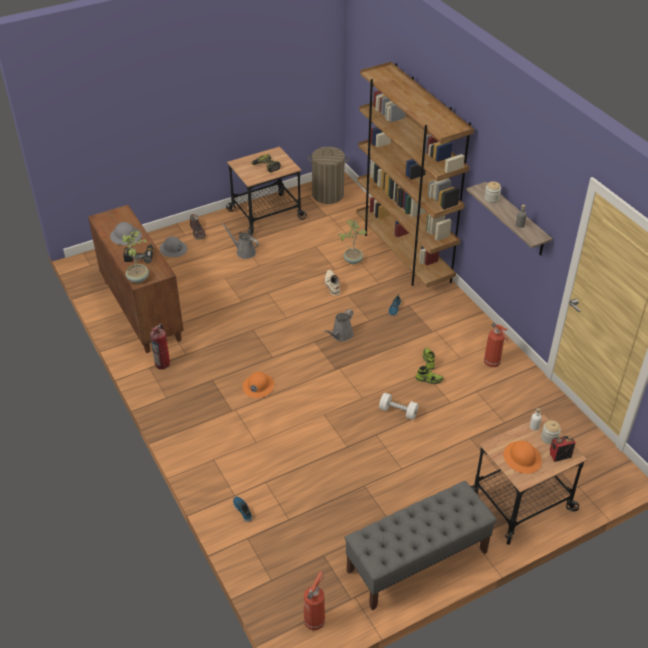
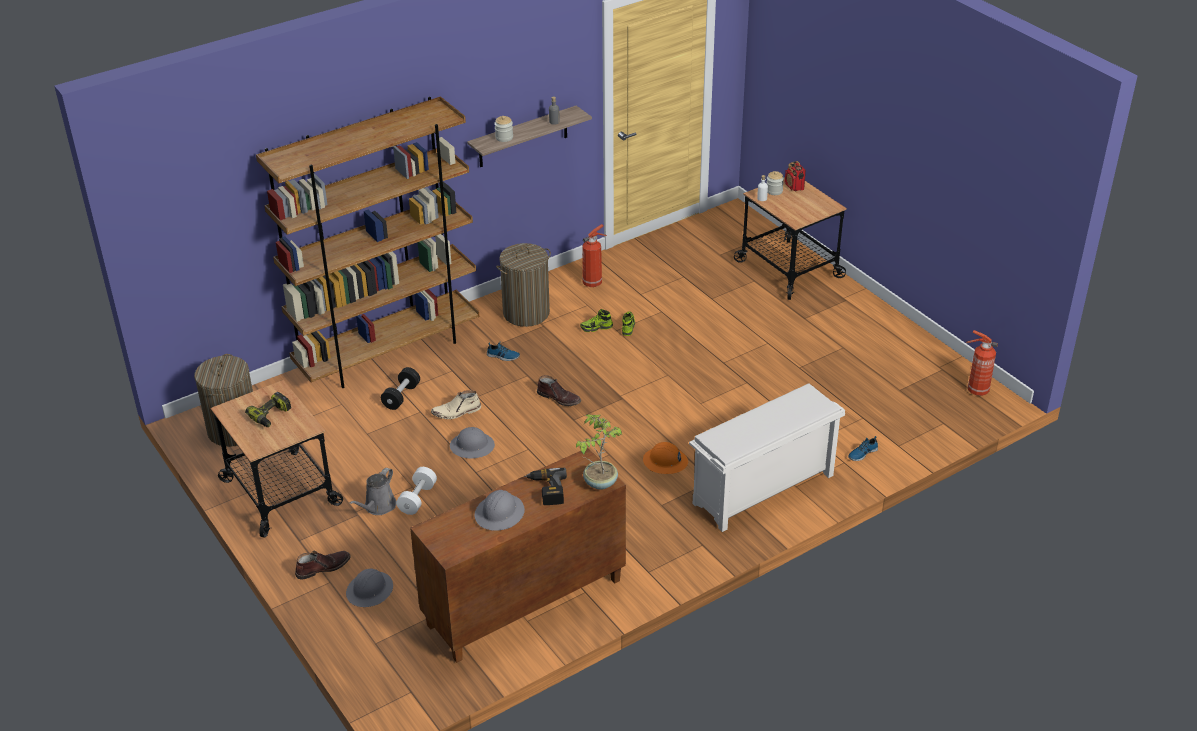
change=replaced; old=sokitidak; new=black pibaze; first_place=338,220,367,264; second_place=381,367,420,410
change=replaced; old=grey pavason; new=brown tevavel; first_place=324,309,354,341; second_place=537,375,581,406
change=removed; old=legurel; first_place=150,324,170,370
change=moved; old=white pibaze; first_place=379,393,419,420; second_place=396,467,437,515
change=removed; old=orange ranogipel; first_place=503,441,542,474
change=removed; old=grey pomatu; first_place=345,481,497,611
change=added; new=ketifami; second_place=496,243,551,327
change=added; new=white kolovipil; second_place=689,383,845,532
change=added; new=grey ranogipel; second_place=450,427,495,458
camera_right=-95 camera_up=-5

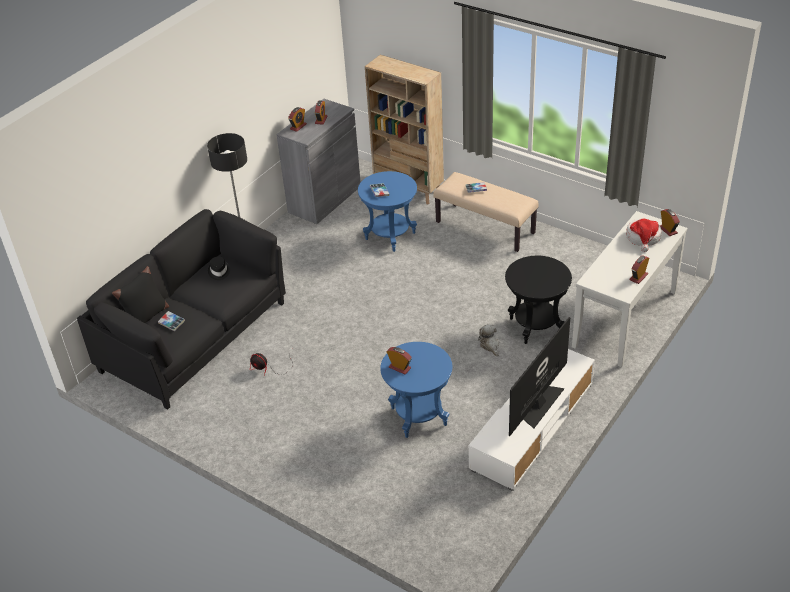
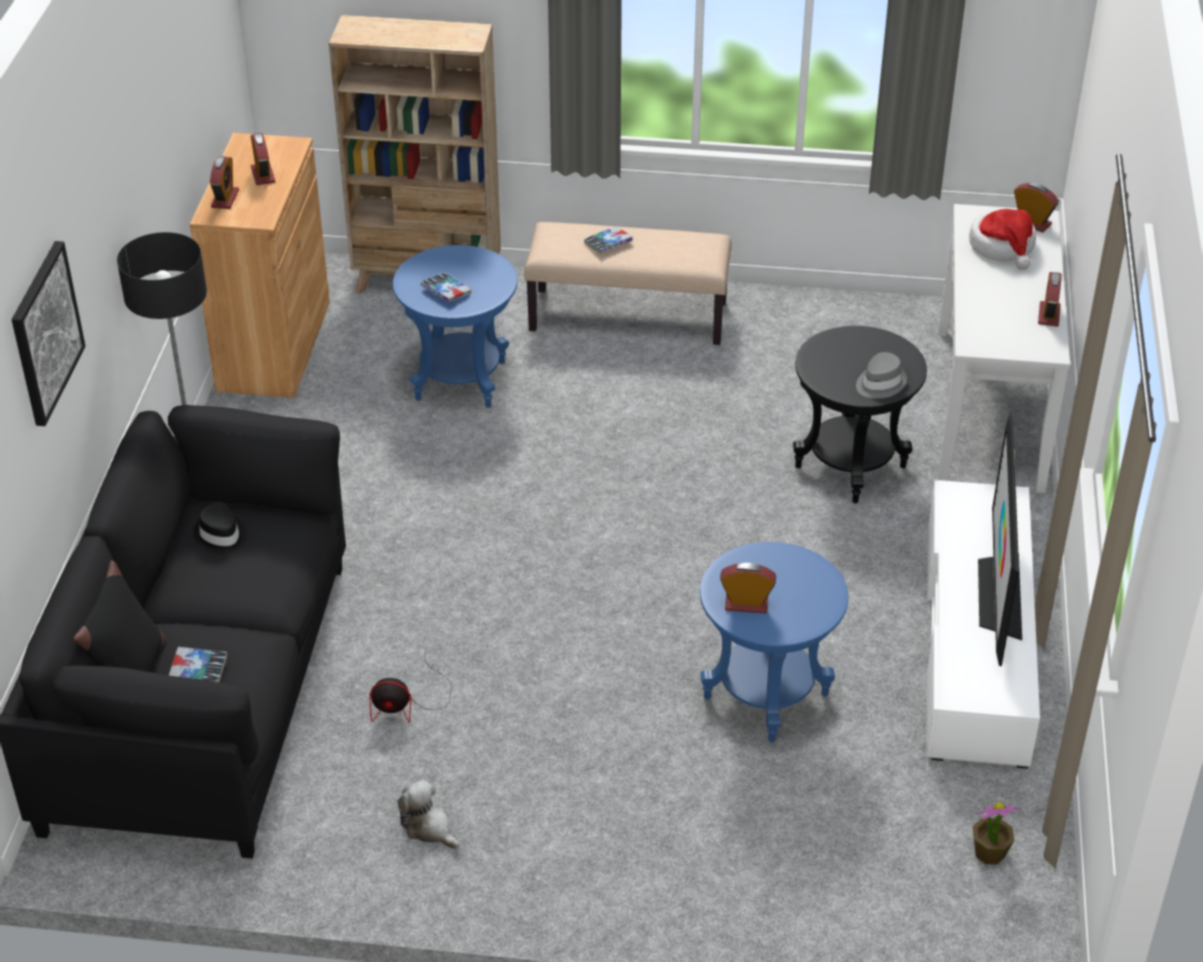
change=recoloured; old=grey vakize; new=brown vakize; first_place=277,99,361,224; second_place=190,133,330,398
change=moved; old=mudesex; first_place=478,324,499,356; second_place=397,780,459,849
change=added; new=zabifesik; second_place=12,241,85,426
change=added; new=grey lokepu; second_place=856,352,907,399
change=added; new=sokitidak; second_place=972,802,1021,864
camera_right=-30 camera_up=0

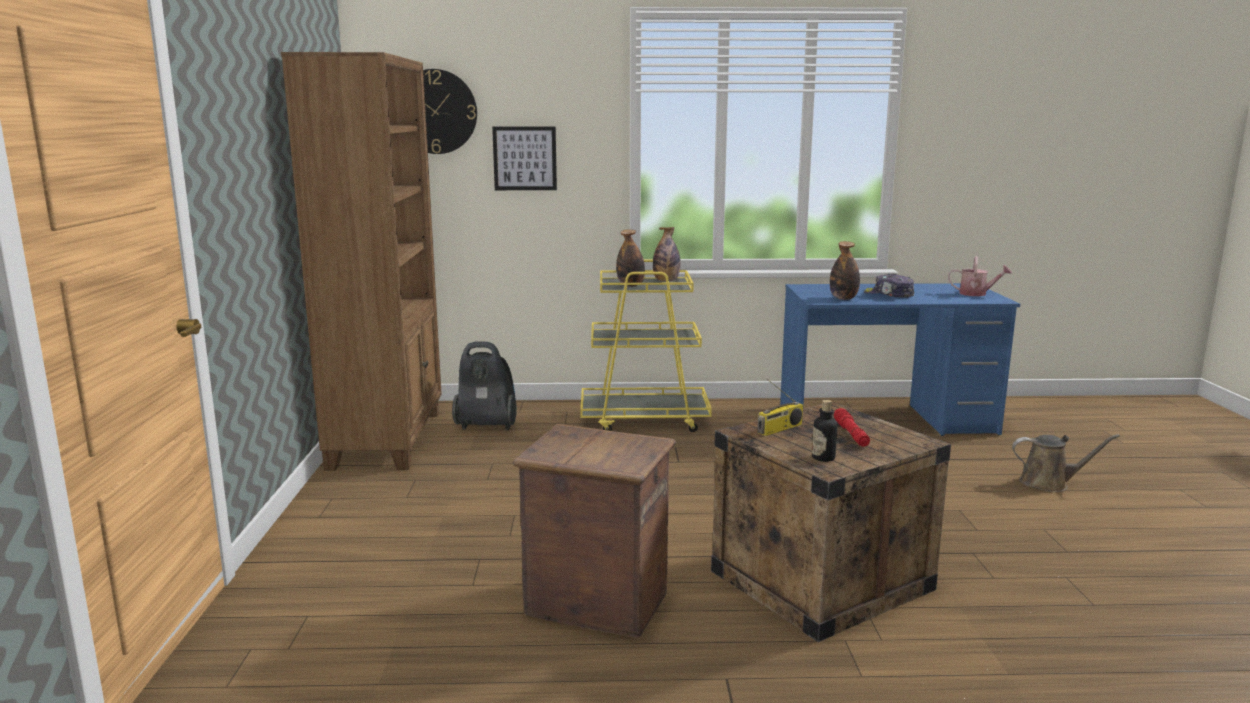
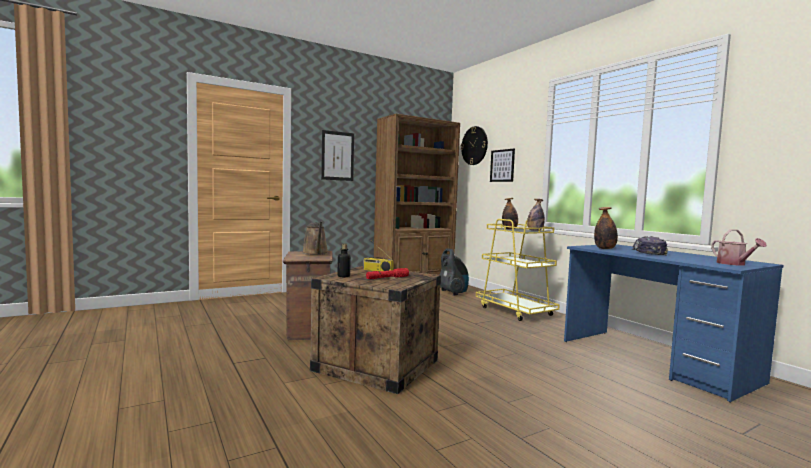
change=moved; old=brown pavason; first_place=1012,434,1120,492; second_place=302,222,329,255
change=added; new=zabifesik; second_place=321,130,354,181
camera_right=60 camera_up=-10

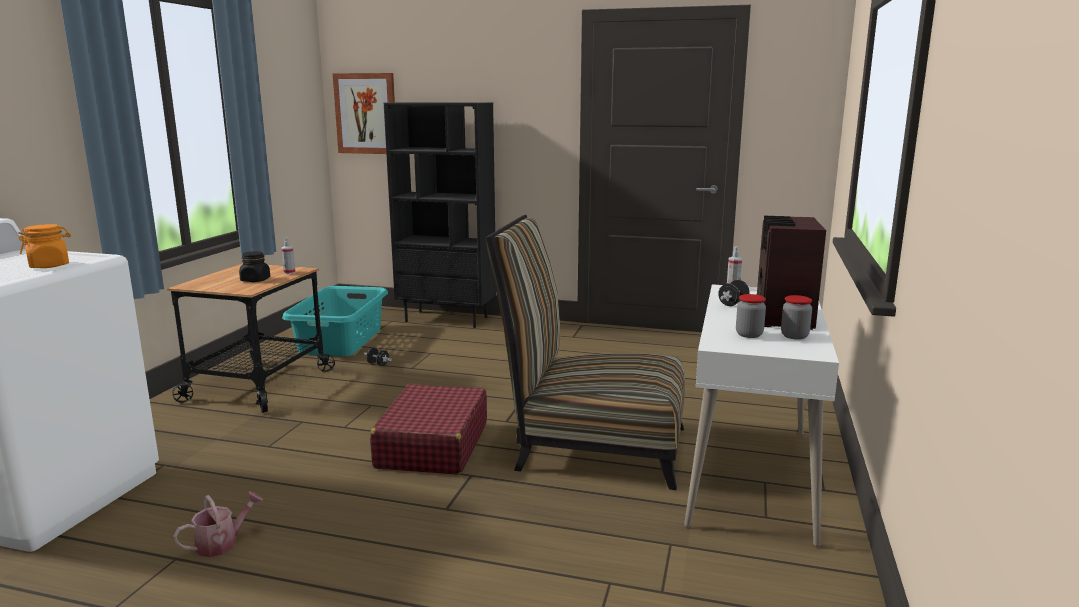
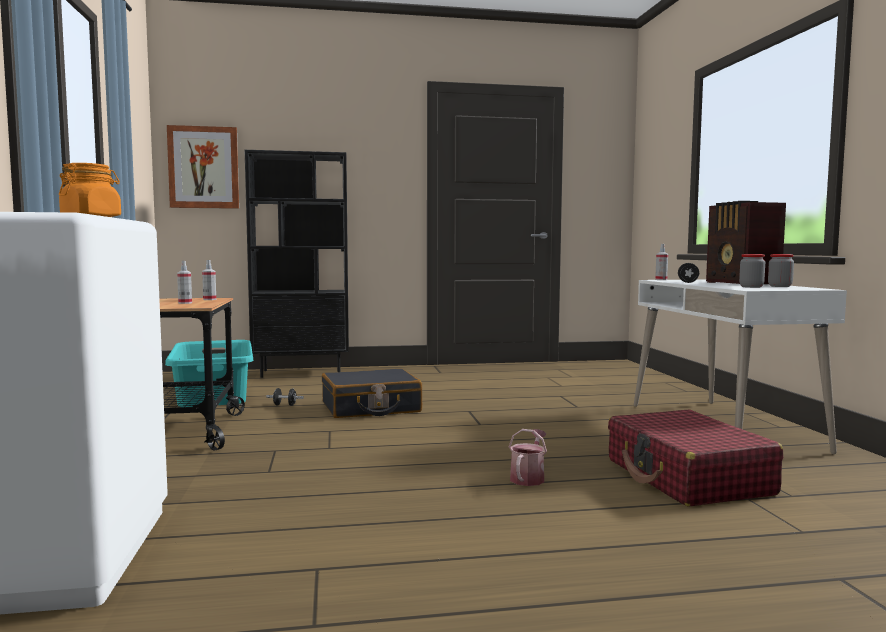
change=removed; old=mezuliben; first_place=485,215,685,490
change=replaced; old=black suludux; new=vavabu; first_place=239,251,270,282; second_place=177,261,192,304
change=moved; old=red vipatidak; first_place=370,384,487,475; second_place=608,410,783,507
change=moved; old=pavason; first_place=173,491,263,558; second_place=509,429,547,486
change=added; new=black vipatidak; second_place=322,369,422,418
camera_right=-25 camera_up=-10

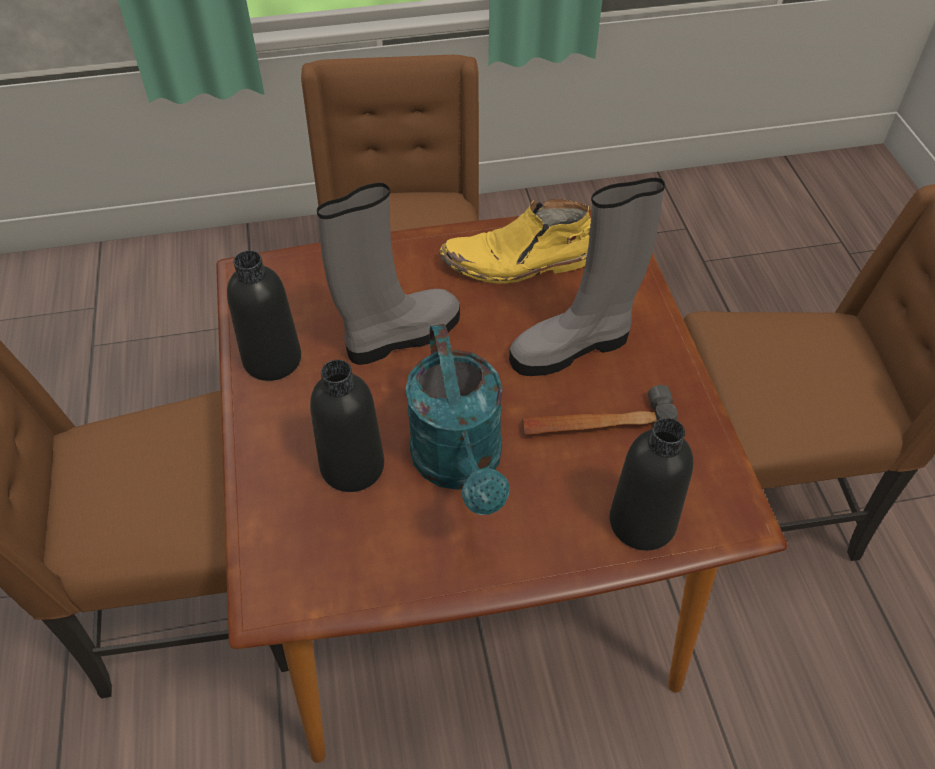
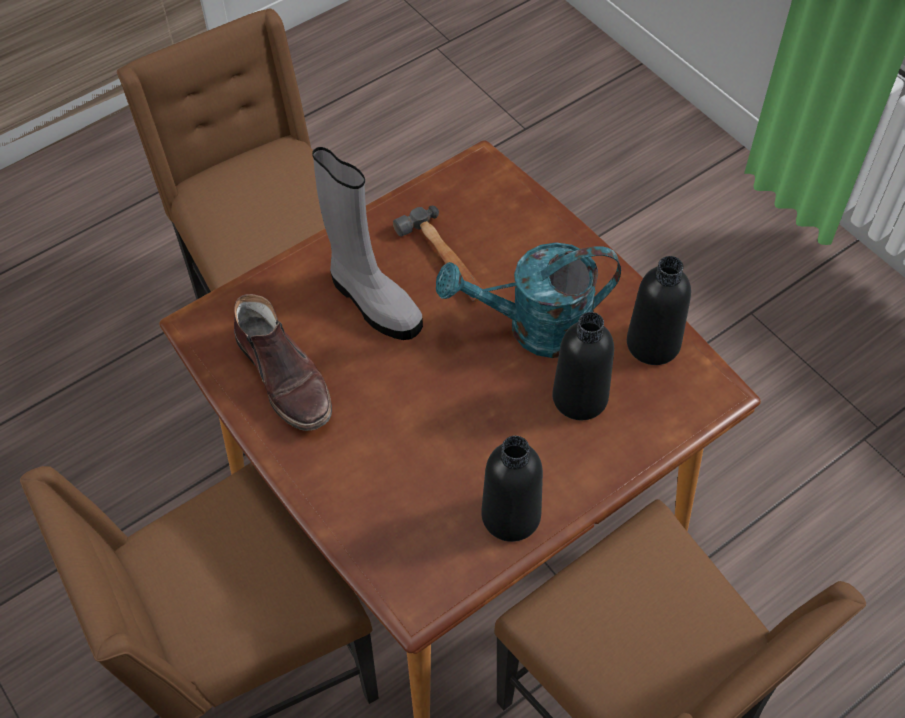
change=removed; old=grey tevavel; first_place=317,183,460,365
change=recoloured; old=yellow tevavel; new=brown tevavel; first_place=439,199,591,284; second_place=234,294,332,431
change=turned; old=turquoise pavason; first_place=405,324,510,515; second_place=436,242,621,358; degrees=-150
change=moved; old=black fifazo; first_place=609,418,693,551; second_place=627,256,691,365
camera_right=-115 camera_up=5

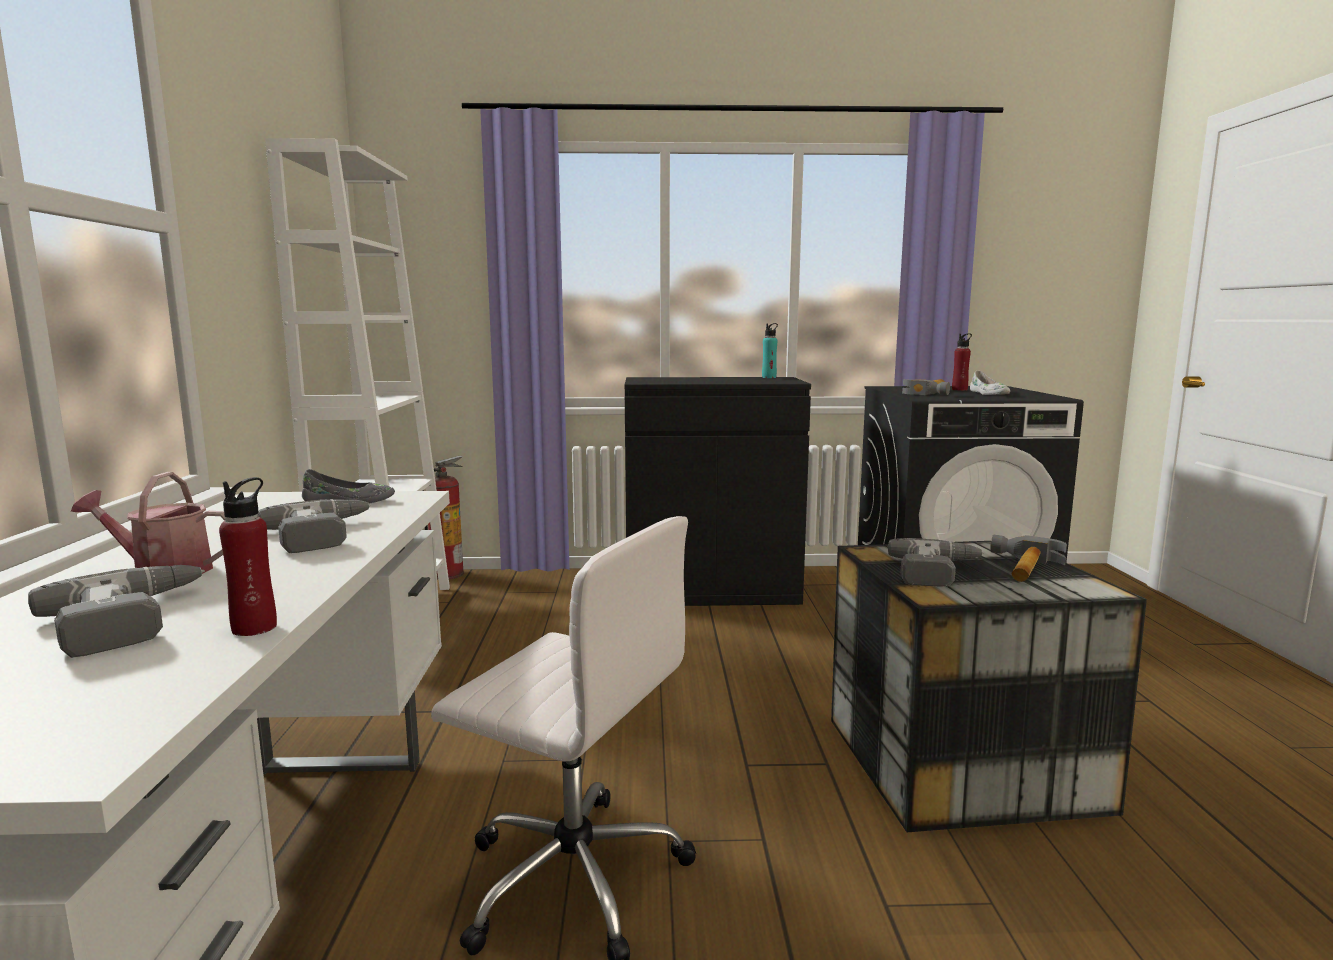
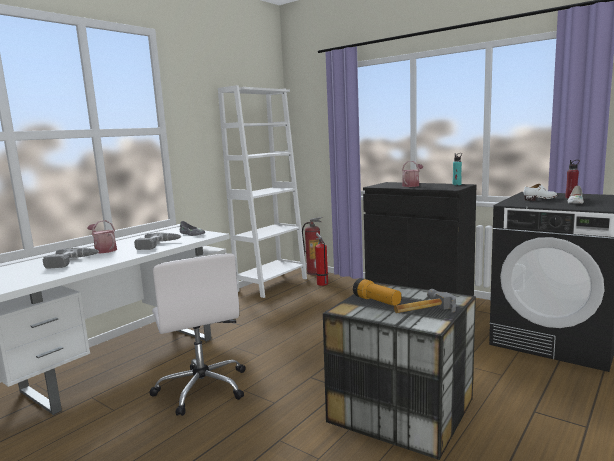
change=replaced; old=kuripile; new=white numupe; first_place=902,379,950,395; second_place=524,184,557,201
change=removed; old=red fifazo; first_place=219,477,277,636
change=replaced; old=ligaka; new=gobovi; first_place=888,538,984,586; second_place=353,278,401,306
change=added; new=pavason; second_place=402,161,423,187
change=added; new=legurel; second_place=315,233,328,286
camera_right=40 camera_up=0

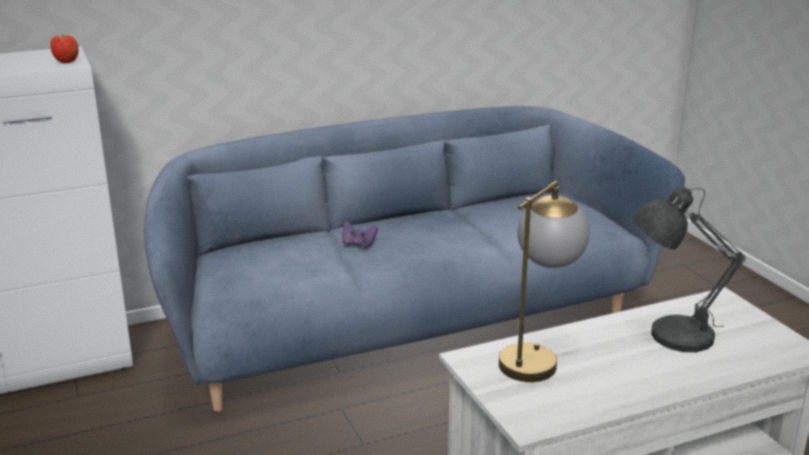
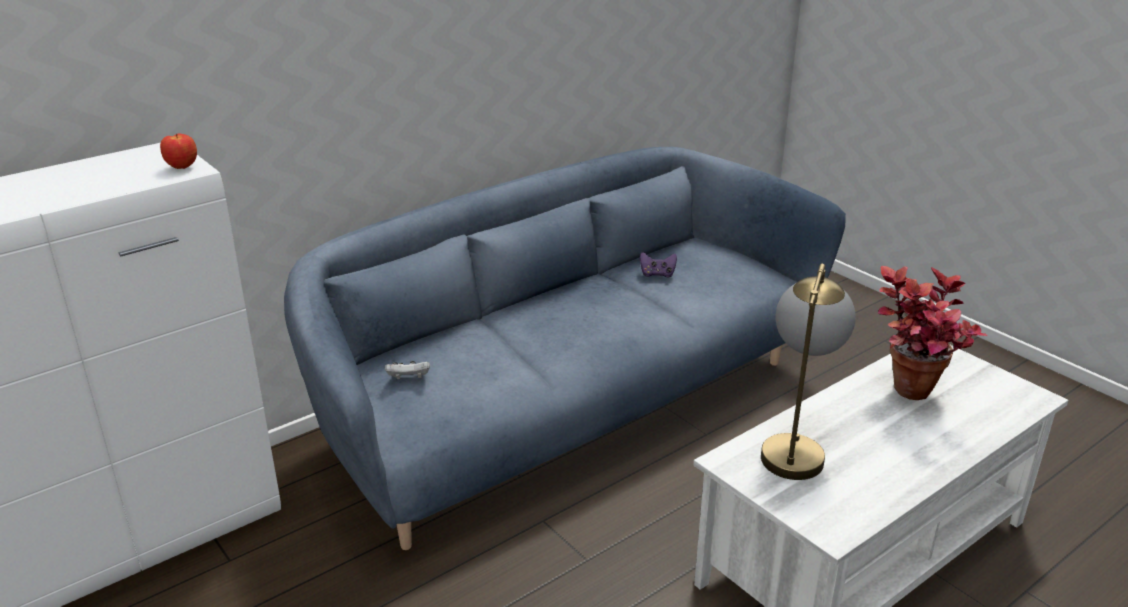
change=replaced; old=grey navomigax; new=sokitidak; first_place=633,188,746,352; second_place=877,266,987,400
change=moved; old=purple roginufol; first_place=342,221,378,248; second_place=640,252,677,277
change=added; new=white roginufol; second_place=385,361,430,379
camera_right=-15 camera_up=5

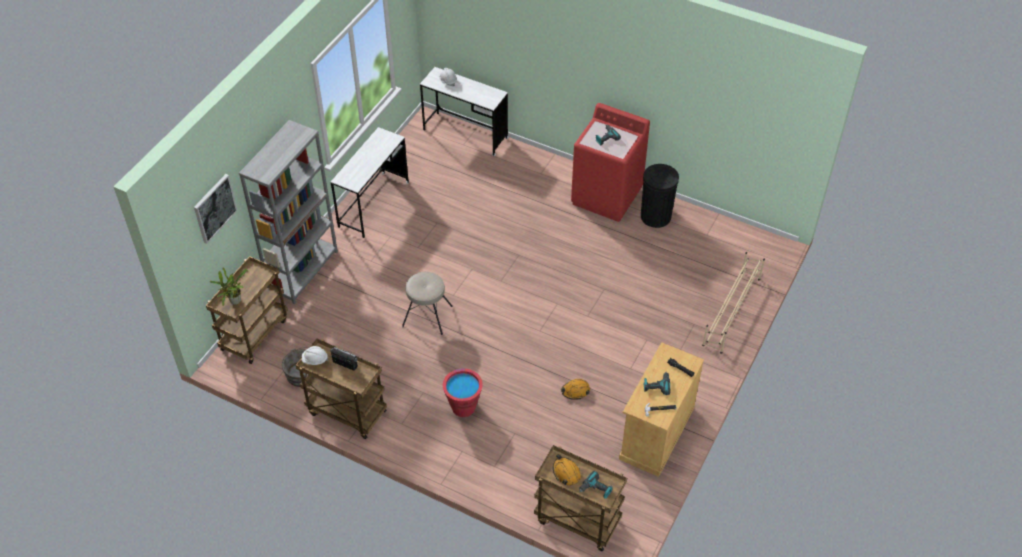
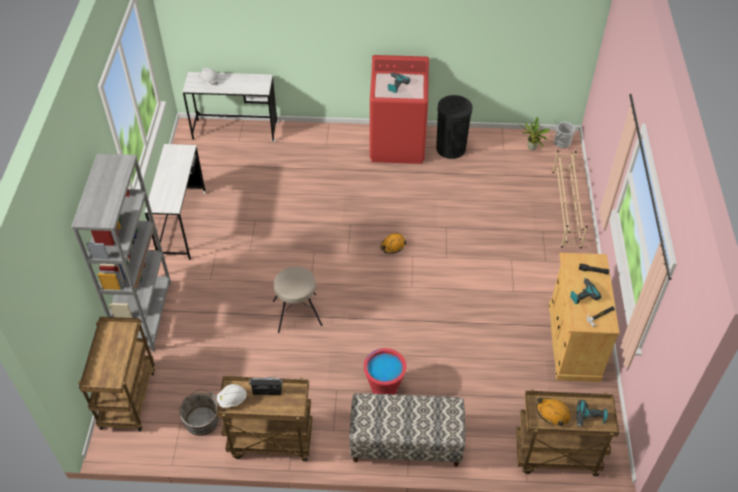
change=removed; old=zabifesik; first_place=194,174,238,244
change=moved; old=sokitidak; first_place=210,268,247,306; second_place=518,117,550,150
change=moved; old=orange ranogipel; first_place=561,379,590,400; second_place=380,233,406,254
change=added; new=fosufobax; second_place=554,122,575,148
change=added; new=pomatu; second_place=349,393,465,467
camera_right=-25 camera_up=0

